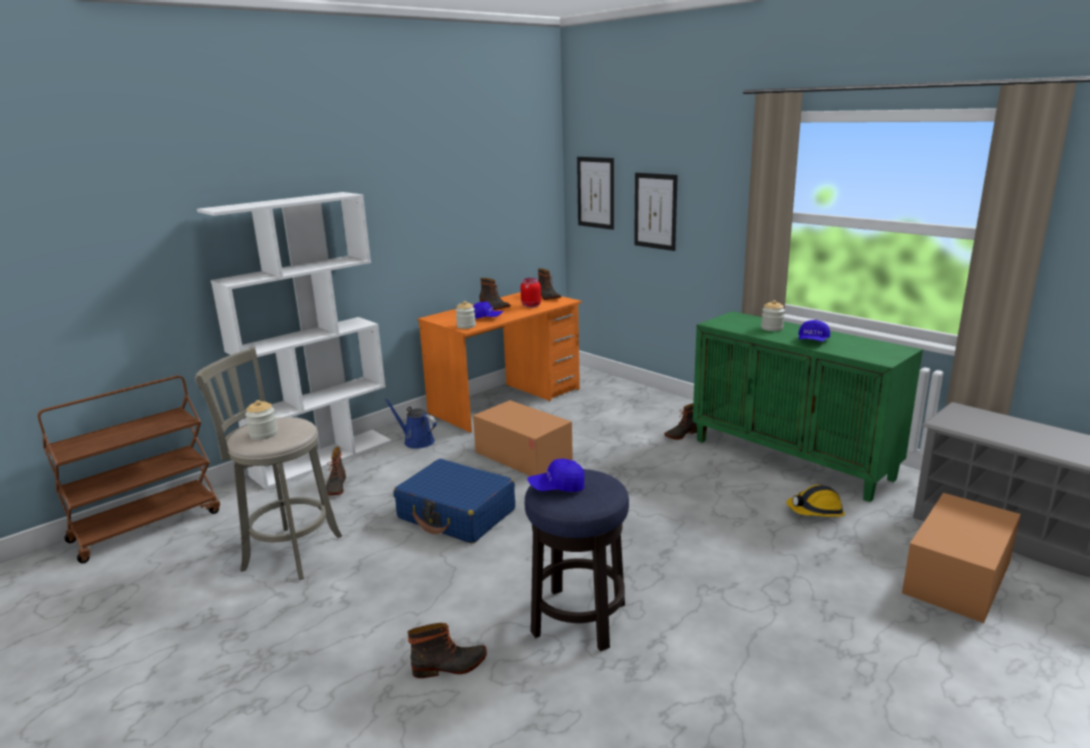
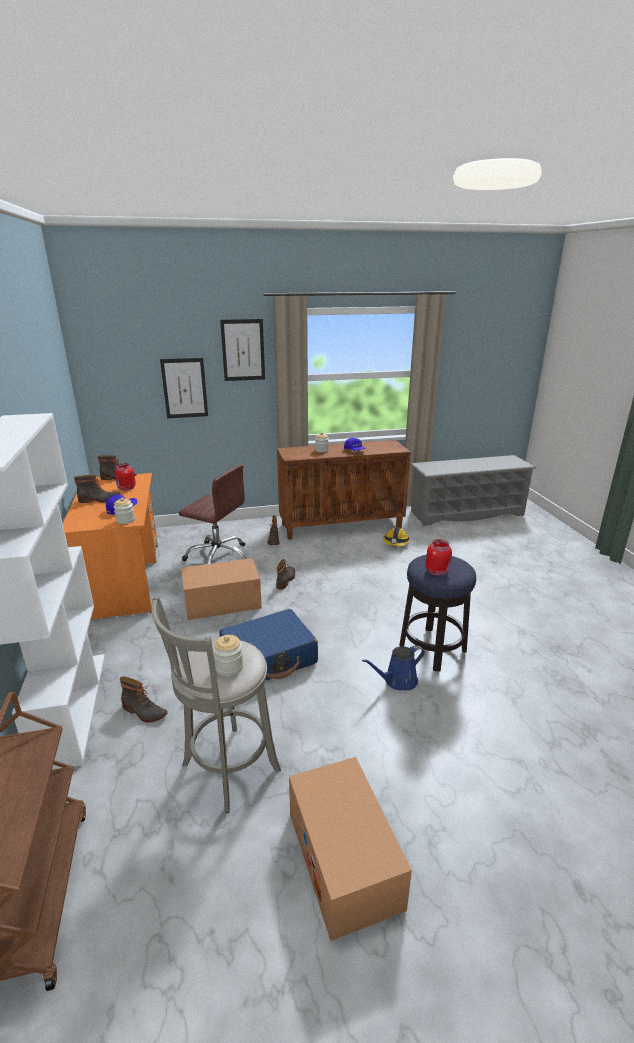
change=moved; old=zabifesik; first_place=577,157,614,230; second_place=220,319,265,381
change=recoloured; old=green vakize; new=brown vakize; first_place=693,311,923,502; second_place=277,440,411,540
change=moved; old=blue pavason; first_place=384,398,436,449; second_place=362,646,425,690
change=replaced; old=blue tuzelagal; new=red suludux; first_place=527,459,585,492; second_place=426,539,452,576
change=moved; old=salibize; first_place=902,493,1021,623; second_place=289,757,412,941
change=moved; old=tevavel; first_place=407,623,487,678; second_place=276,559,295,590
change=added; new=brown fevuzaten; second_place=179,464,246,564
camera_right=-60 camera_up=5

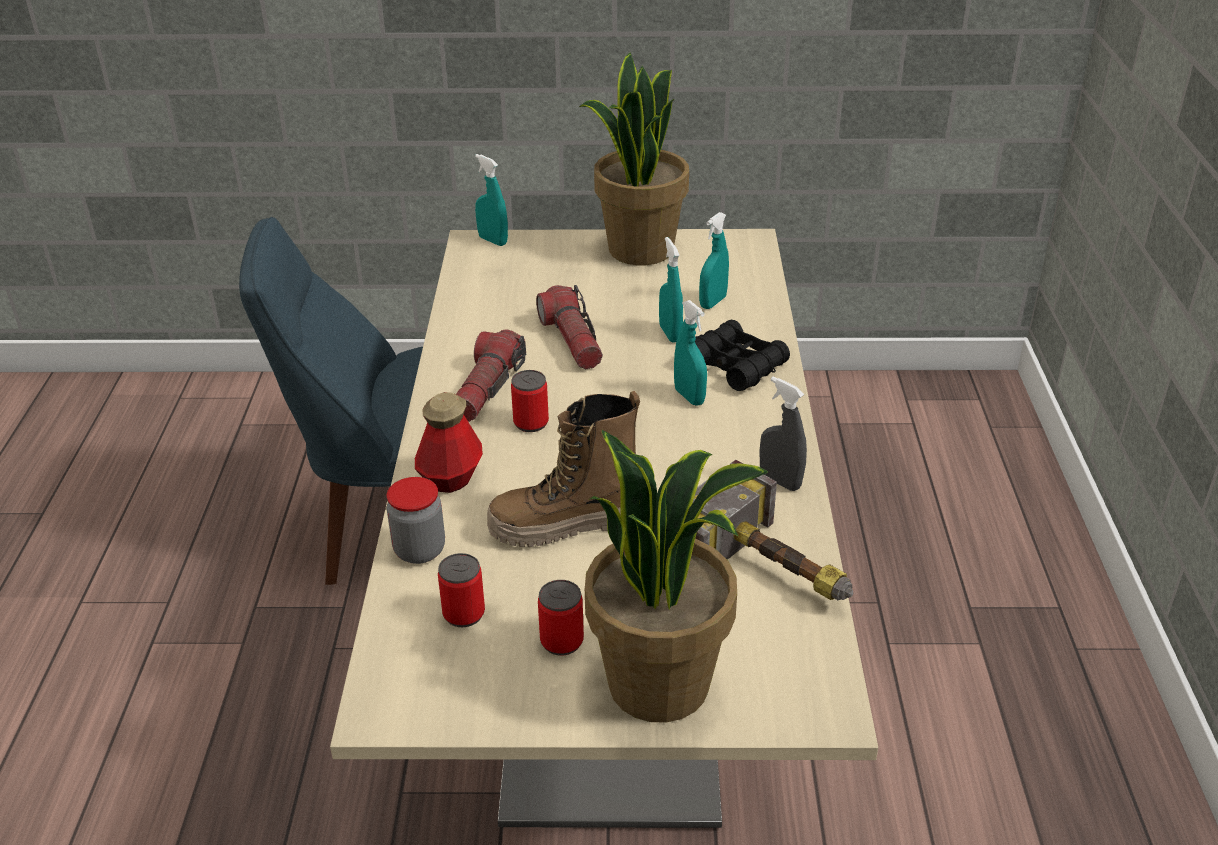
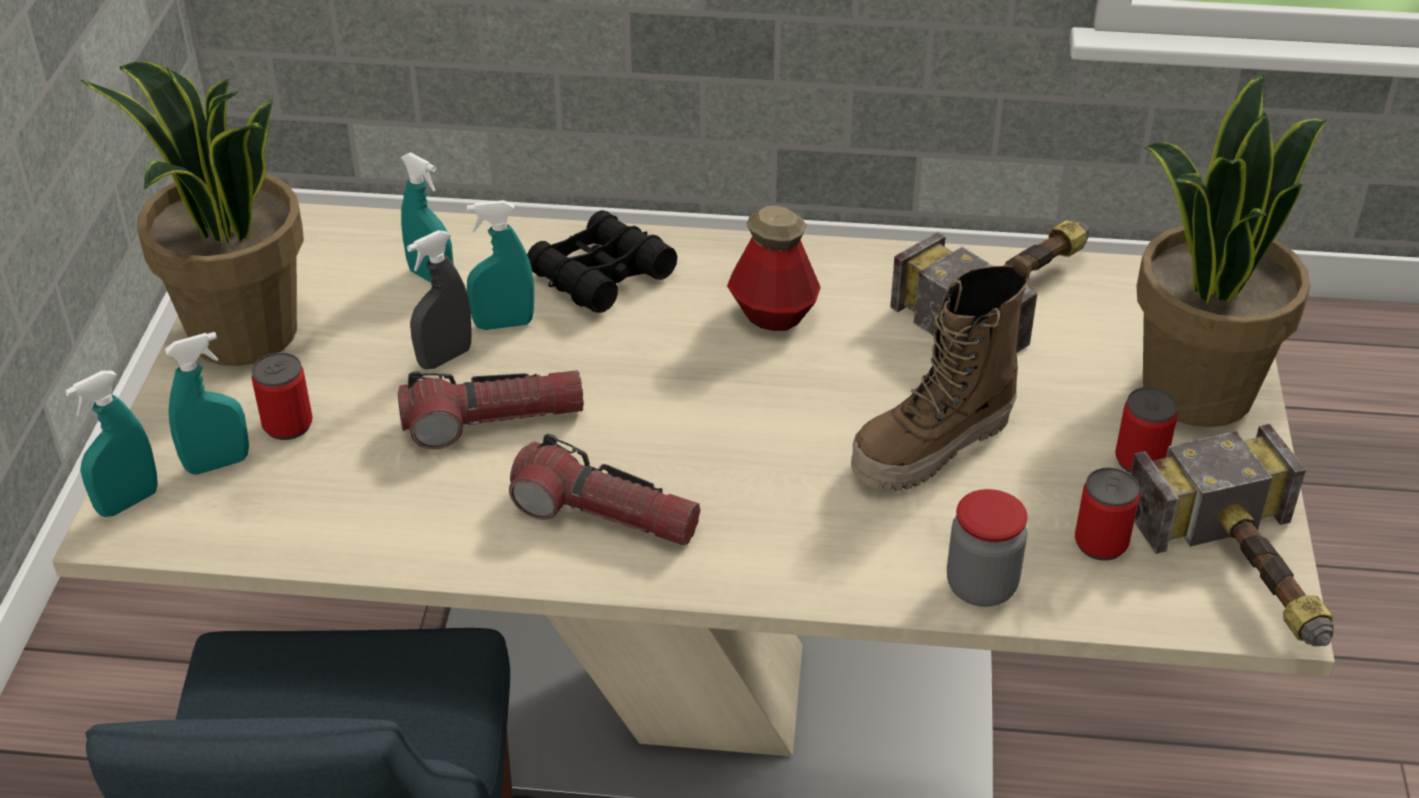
change=moved; old=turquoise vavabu; first_place=674,300,707,406; second_place=165,332,249,475
change=moved; old=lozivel; first_place=511,370,549,432; second_place=252,352,313,440
change=moved; old=grey vavabu; first_place=760,377,807,491; second_place=407,230,472,370
change=turned; old=tevavel; first_place=487,391,640,547; second_place=851,255,1032,492; degrees=60
change=moved; old=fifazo; first_place=415,392,483,493; second_place=727,206,821,331
change=added; new=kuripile; second_place=1130,424,1334,646
camera_right=-85 camera_up=5

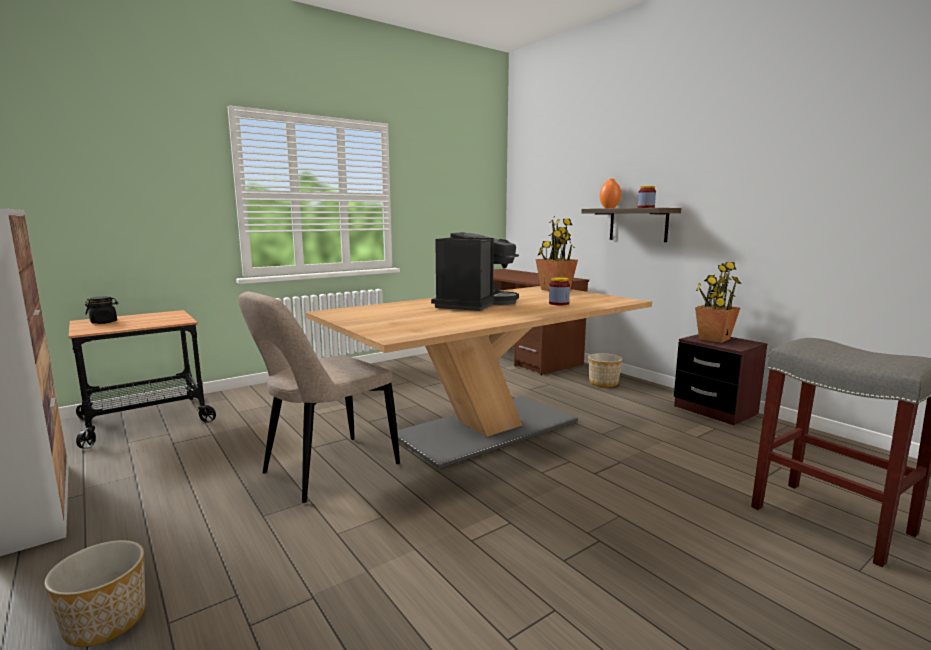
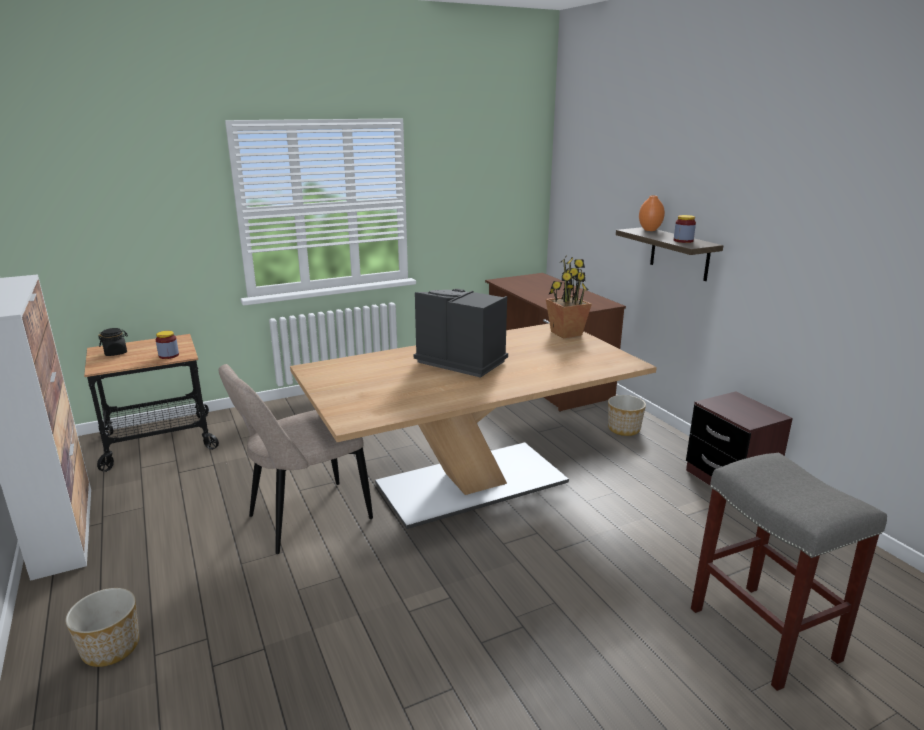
change=turned; old=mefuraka; first_place=431,232,519,311; second_place=414,289,508,378; degrees=-90
change=removed; old=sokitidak; first_place=695,262,741,343
change=moved; old=suludux; first_place=549,277,570,305; second_place=155,331,179,359
camera_right=10 camera_up=10

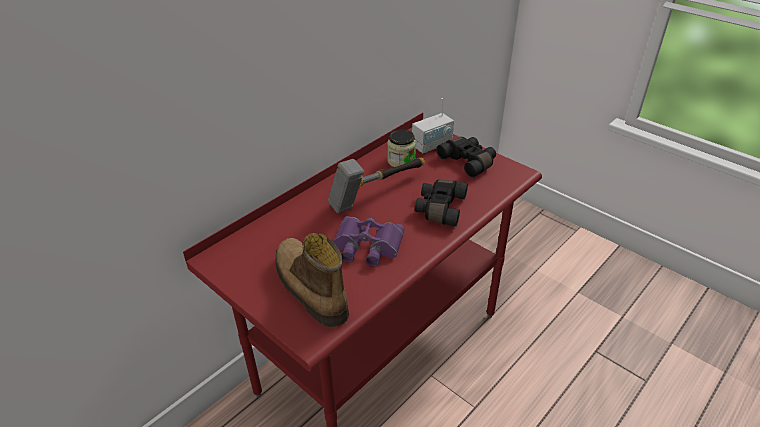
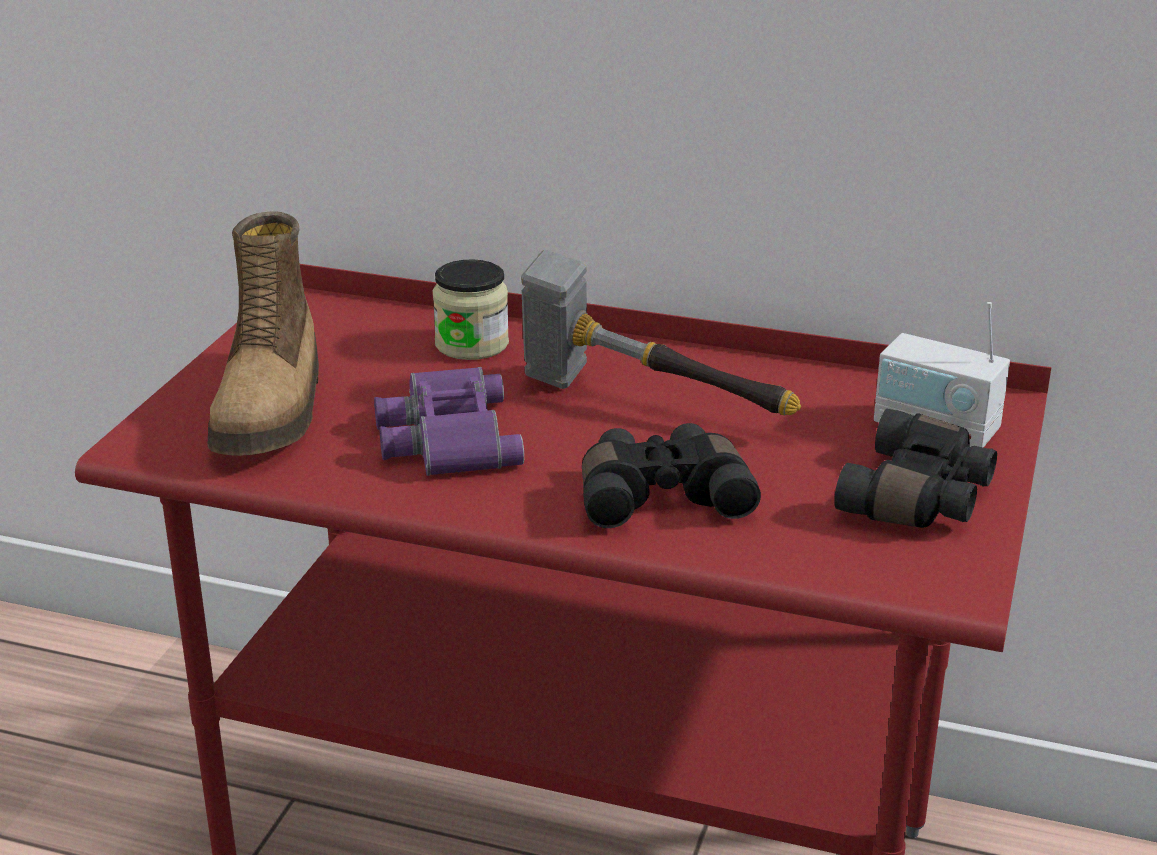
change=moved; old=suludux; first_place=388,130,416,167; second_place=433,259,509,360
change=turned; old=tevavel; first_place=276,233,349,327; second_place=207,211,319,456; degrees=150
camera_right=65 camera_up=-10

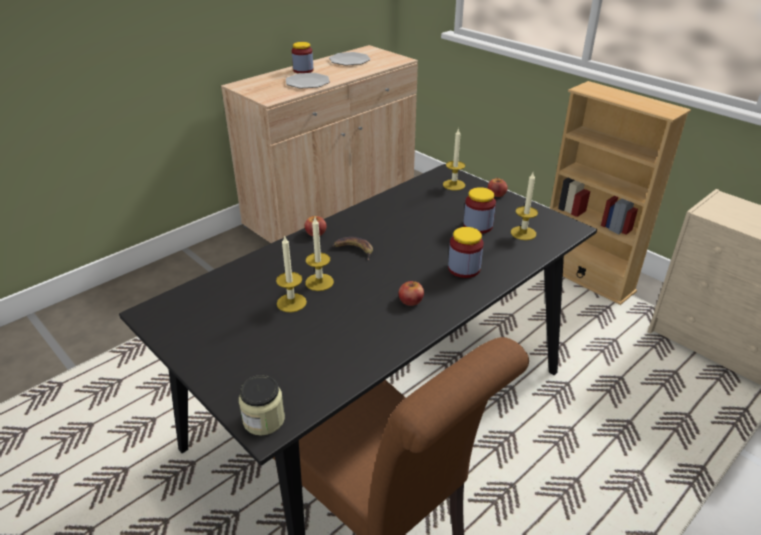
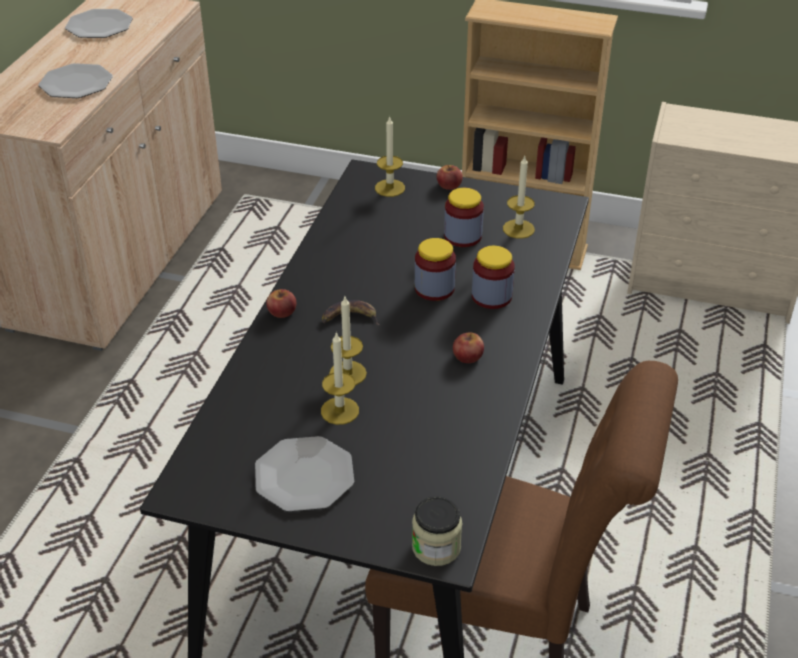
change=moved; old=suludux; first_place=292,42,313,73; second_place=415,238,456,301
change=added; new=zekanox; second_place=255,436,354,512
camera_right=-30 camera_up=5

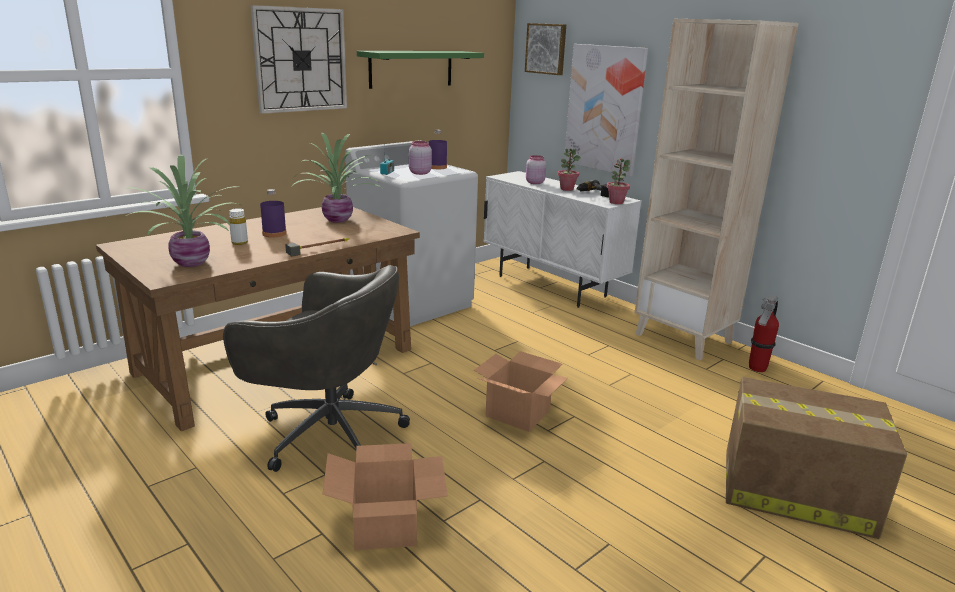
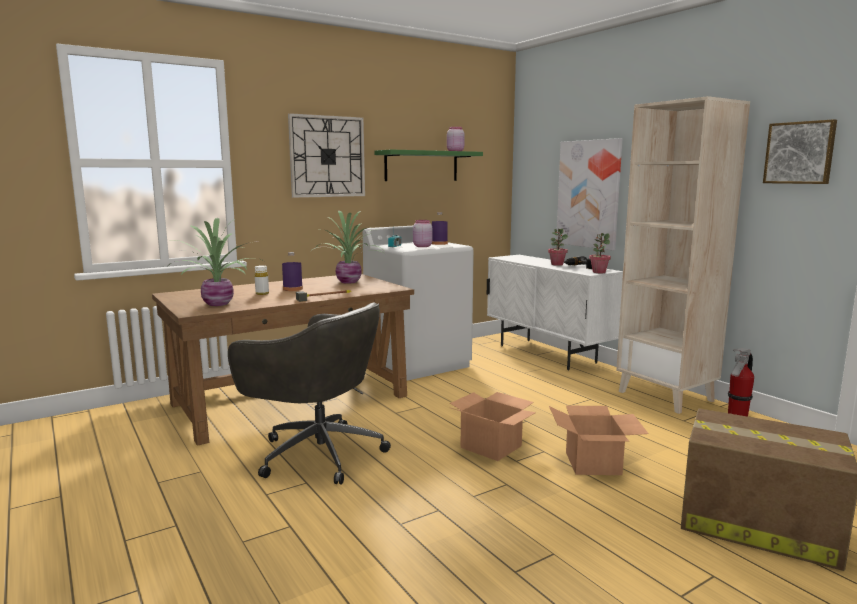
change=moved; old=zabifesik; first_place=525,23,566,75; second_place=763,119,837,184
change=moved; old=pink suludux; first_place=526,155,546,184; second_place=447,127,465,151
change=moved; old=salibize; first_place=323,443,448,550; second_place=549,405,649,475
camera_right=10 camera_up=-10

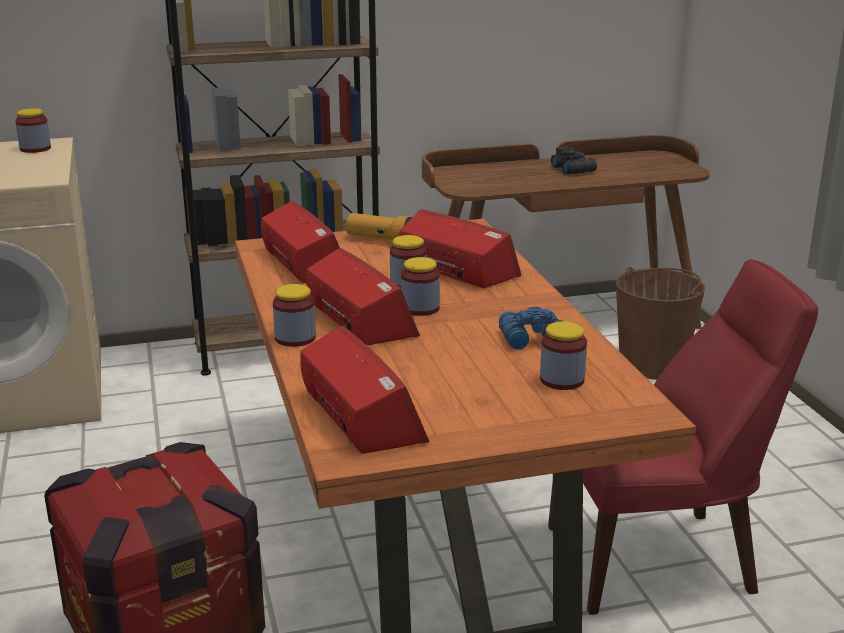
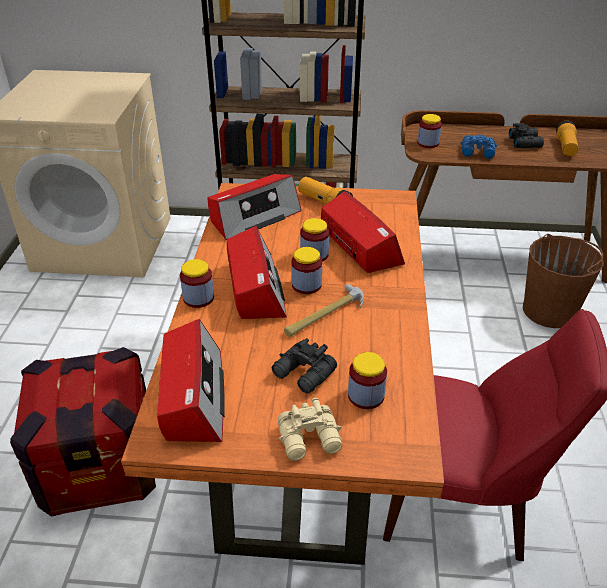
change=moved; old=suludux; first_place=15,109,51,153; second_place=417,114,442,148
change=turned; old=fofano; first_place=261,201,340,283; second_place=207,174,302,240; degrees=60
change=moved; old=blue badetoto; first_place=499,307,562,350; second_place=461,135,497,159
change=added; new=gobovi; second_place=556,121,578,156
change=added; new=kuripile; second_place=284,284,364,337
change=added; new=black badetoto; second_place=272,338,337,394
change=added; new=beige badetoto; second_place=278,398,342,461
camera_right=20 camera_up=15

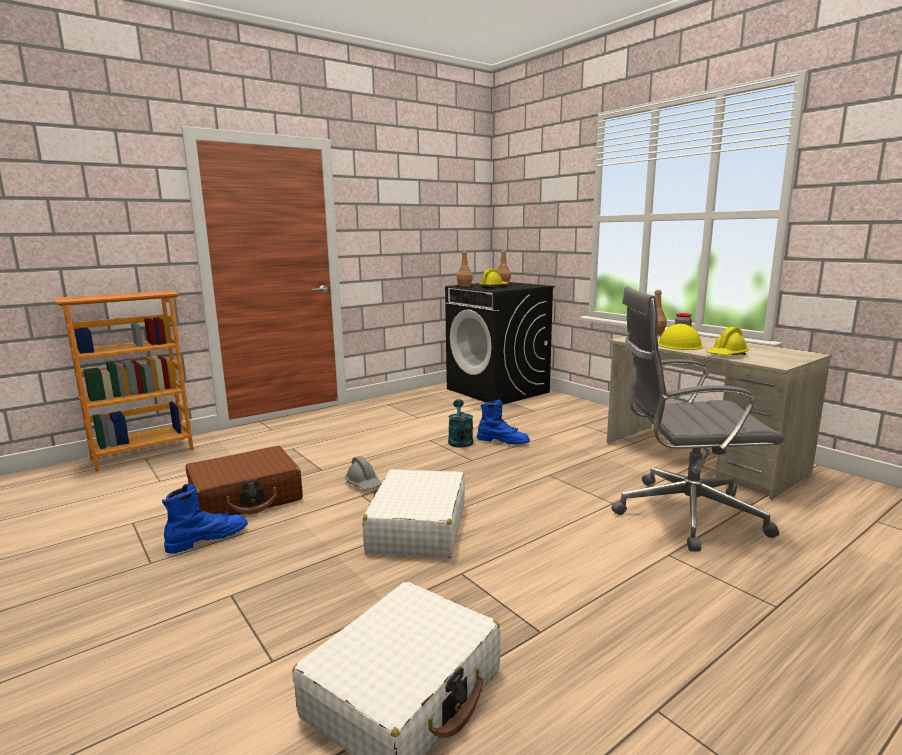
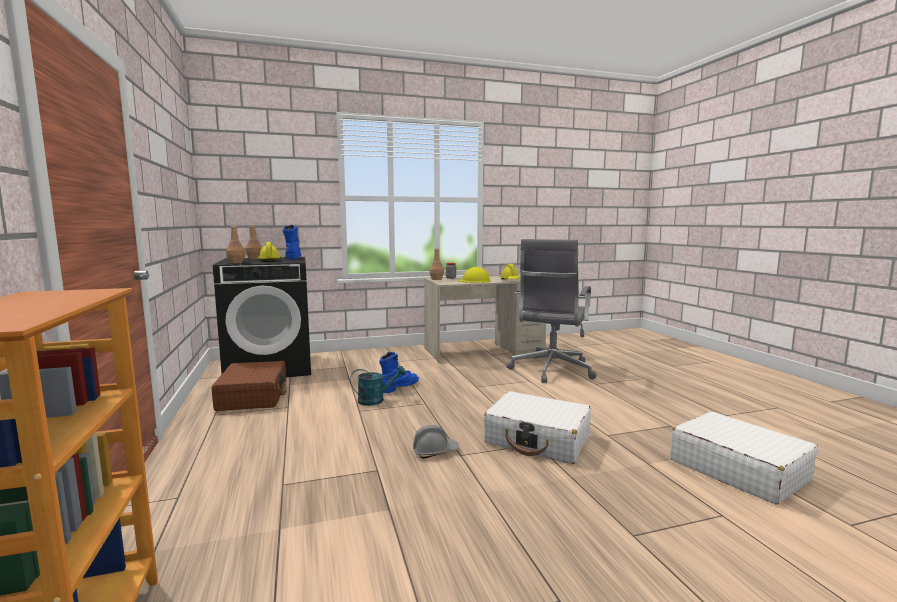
change=turned; old=turquoise pavason; first_place=448,399,473,448; second_place=350,366,406,406; degrees=150
change=moved; old=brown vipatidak; first_place=186,446,303,515; second_place=212,361,287,411
change=moved; old=blue tevavel; first_place=162,484,248,554; second_place=283,225,301,260
camera_right=-70 camera_up=-5

